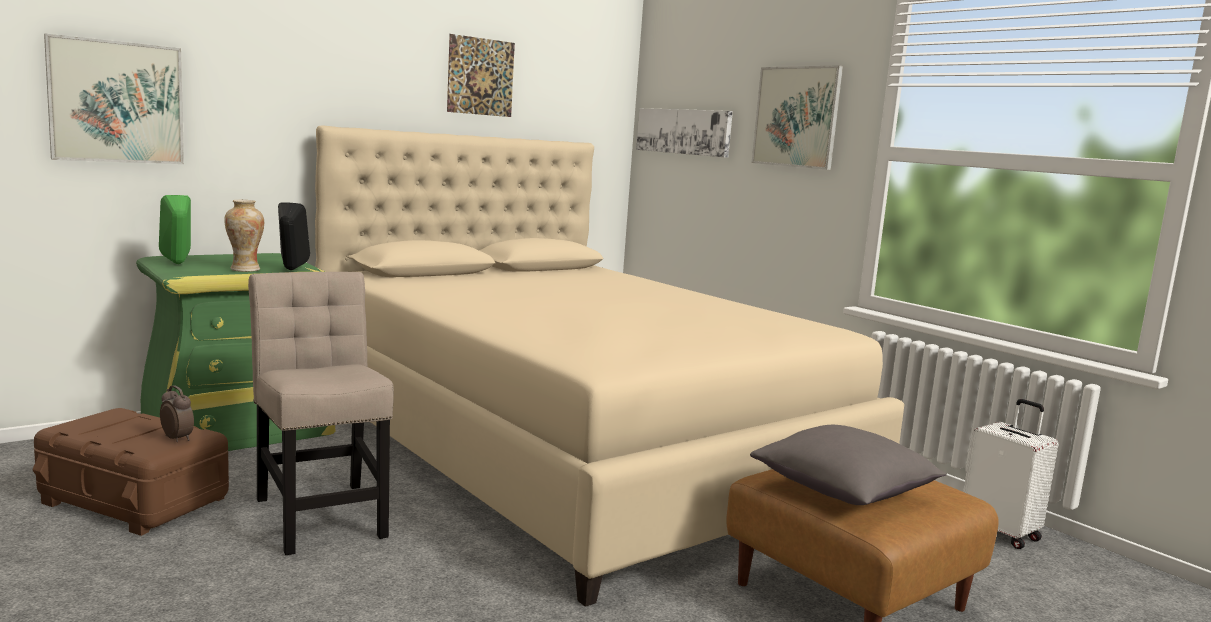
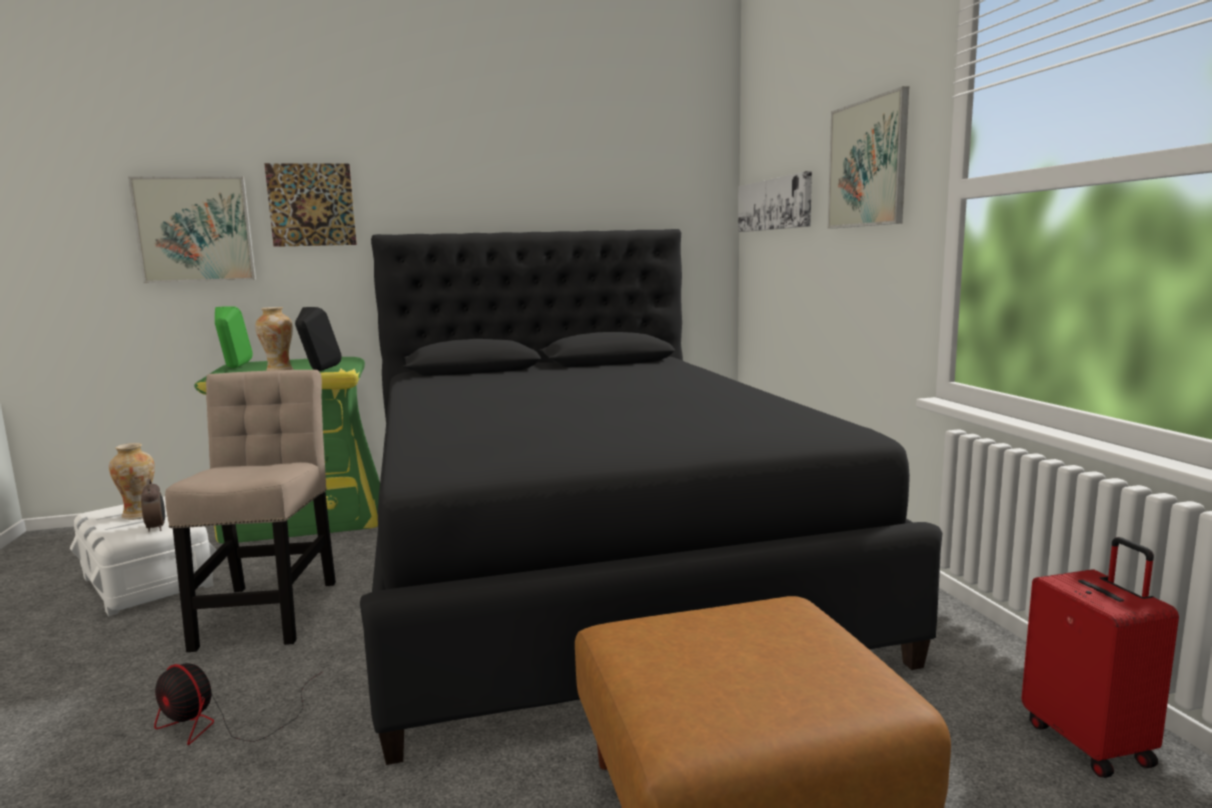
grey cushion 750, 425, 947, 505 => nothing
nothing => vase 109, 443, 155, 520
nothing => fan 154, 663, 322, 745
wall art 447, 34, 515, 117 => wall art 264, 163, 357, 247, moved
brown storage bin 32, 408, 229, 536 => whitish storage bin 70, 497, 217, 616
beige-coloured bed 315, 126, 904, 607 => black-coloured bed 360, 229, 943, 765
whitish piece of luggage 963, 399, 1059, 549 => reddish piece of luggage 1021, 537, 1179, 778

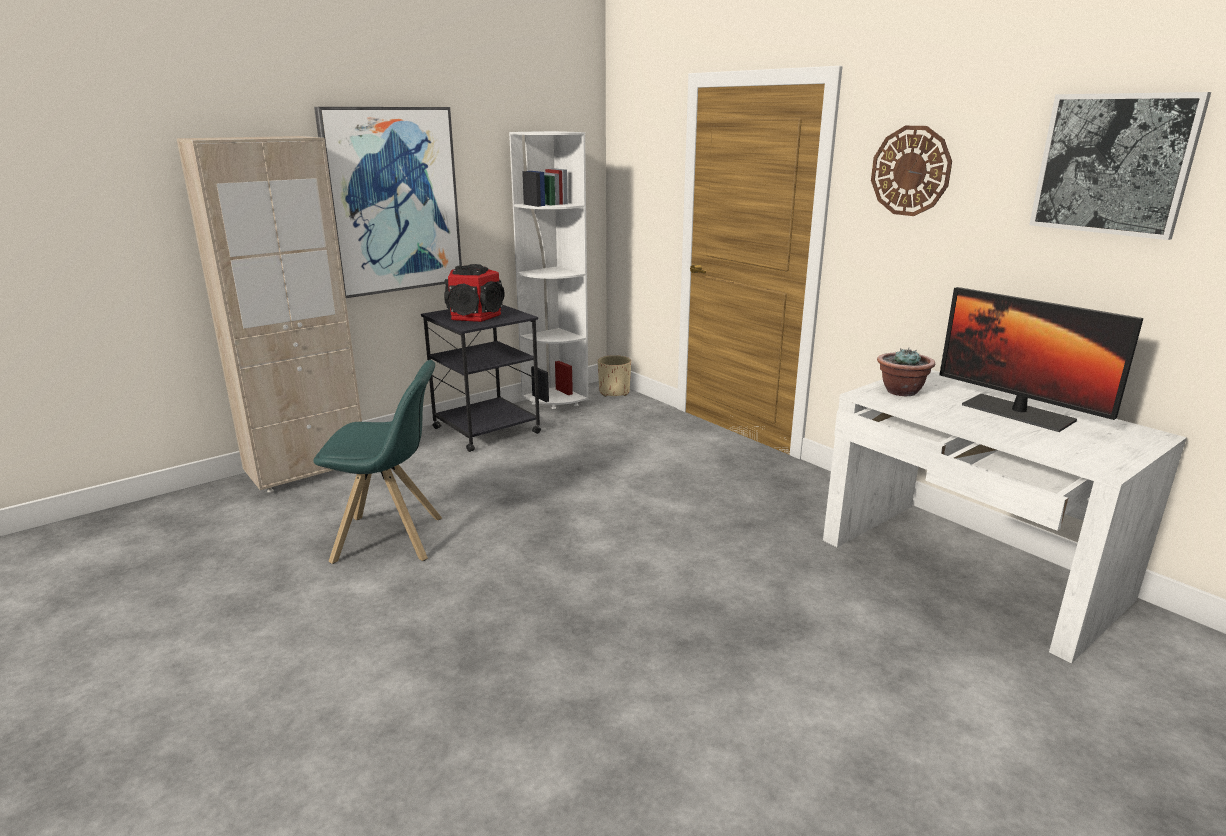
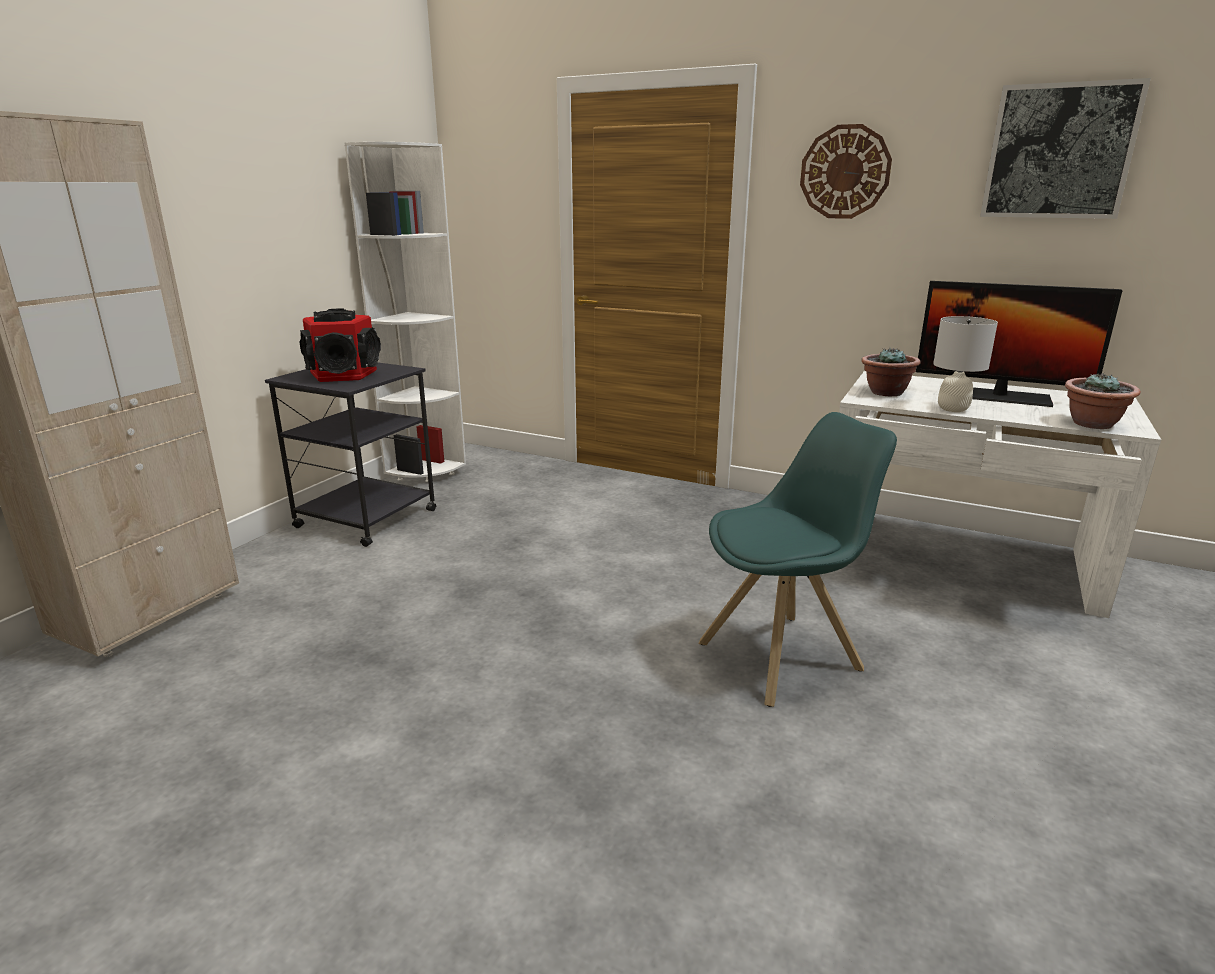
wall art 314, 107, 462, 298 => nothing
beige-coloured flower pot 598, 355, 631, 397 => nothing
nothing => grey lamp for a table 933, 316, 998, 412
nothing => plant in a pot 1065, 373, 1141, 429
blue-green upright chair 314, 360, 442, 564 => blue-green upright chair 699, 412, 897, 707, moved

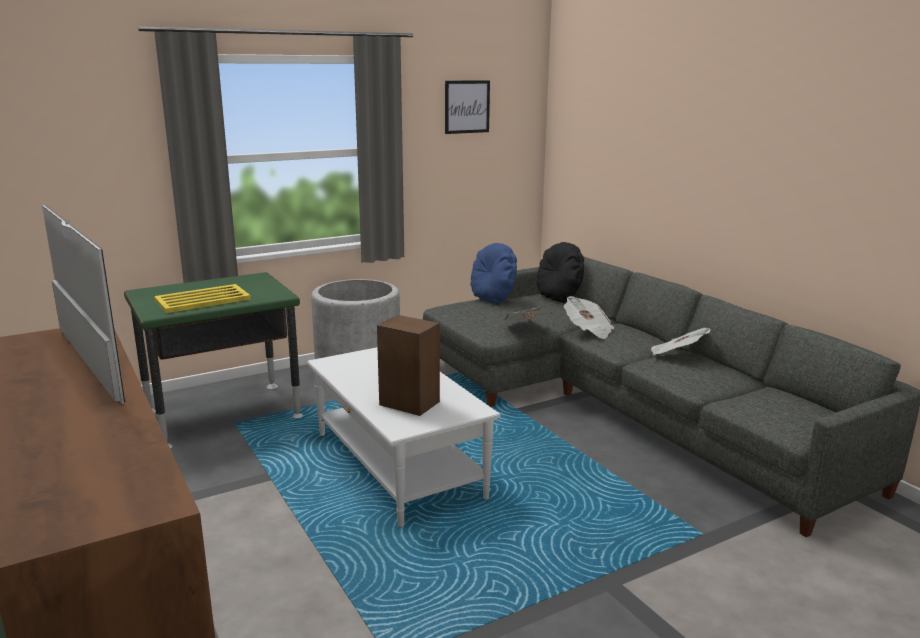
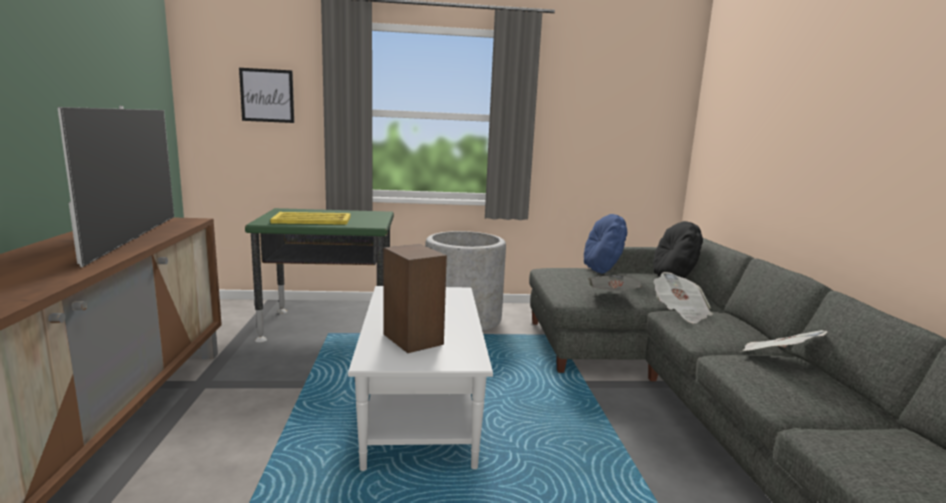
wall art 445, 80, 490, 134 => wall art 239, 68, 294, 123, moved

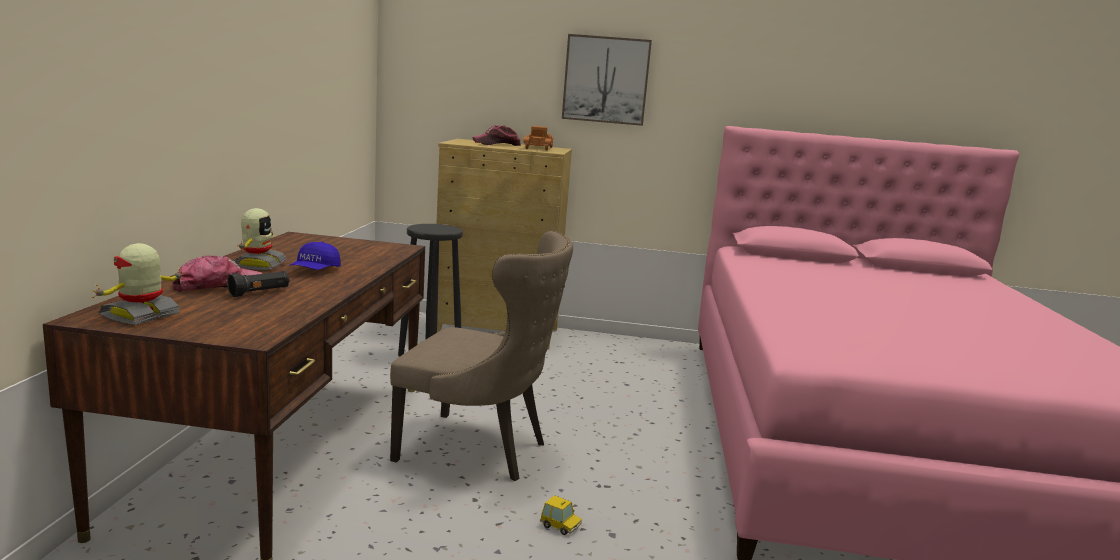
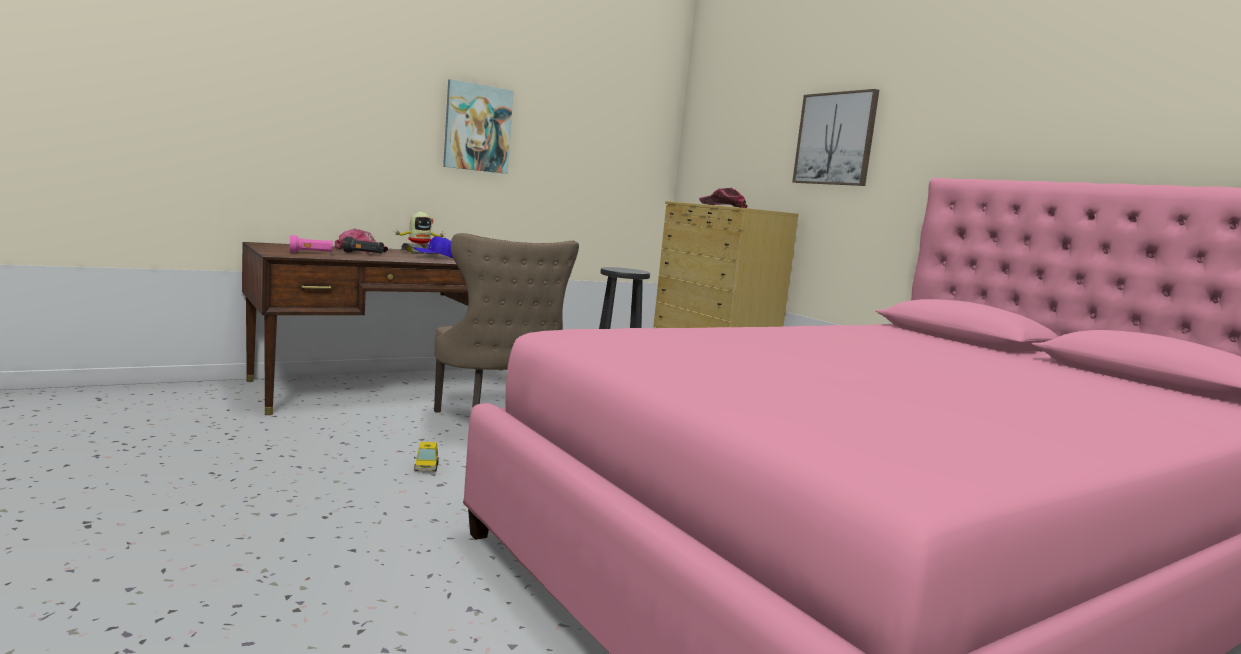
robot figure 93, 243, 186, 325 => nothing
toy lorry 523, 126, 553, 151 => nothing
nothing => pink hand torch 290, 235, 333, 252
nothing => wall art 443, 79, 513, 174

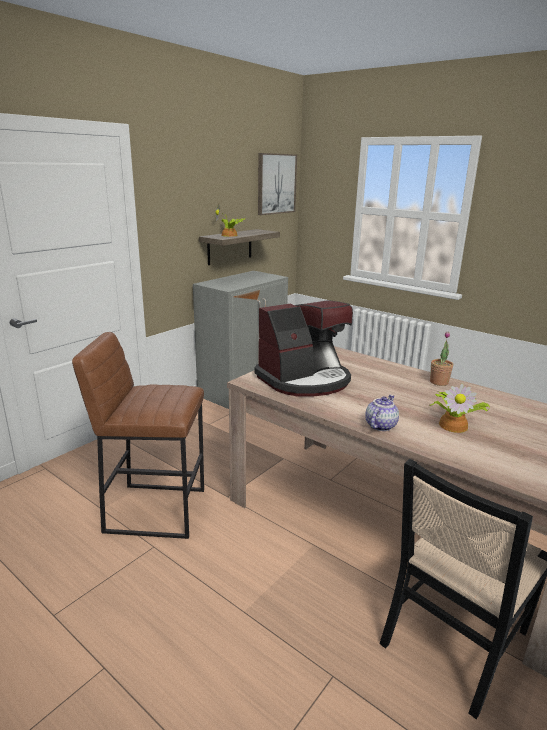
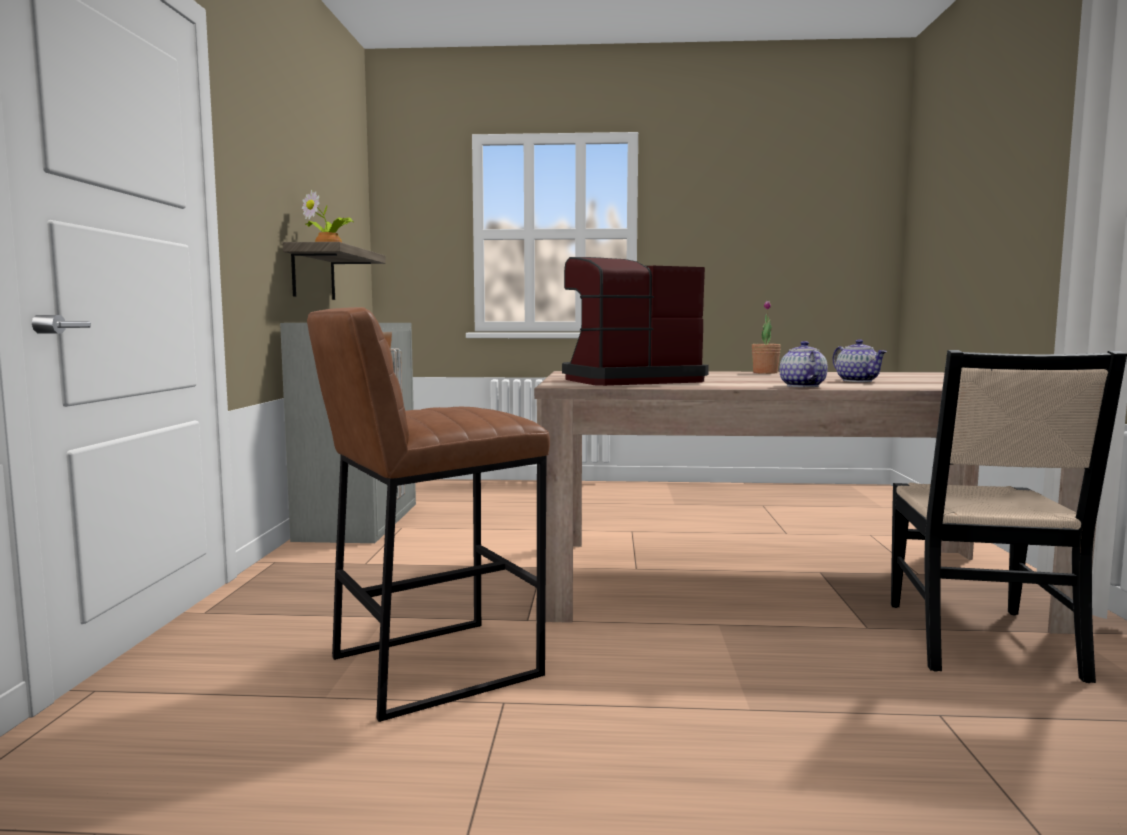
wall art 258, 153, 297, 215 => nothing
plant in a pot 430, 384, 490, 433 => tea pot 833, 339, 887, 382
coffee maker 254, 300, 353, 397 => coffee maker 562, 257, 709, 386, 135 degrees counterclockwise

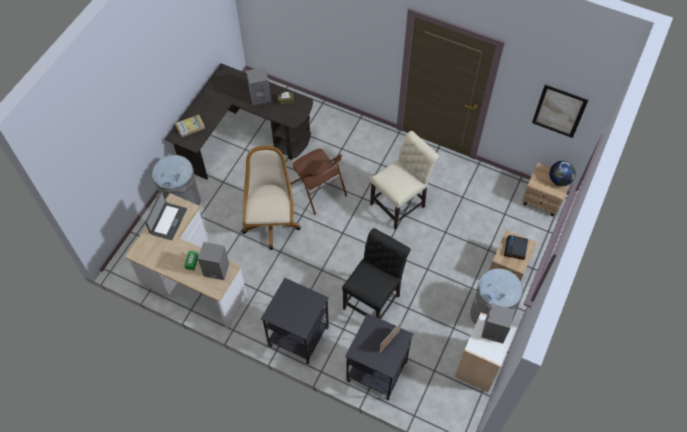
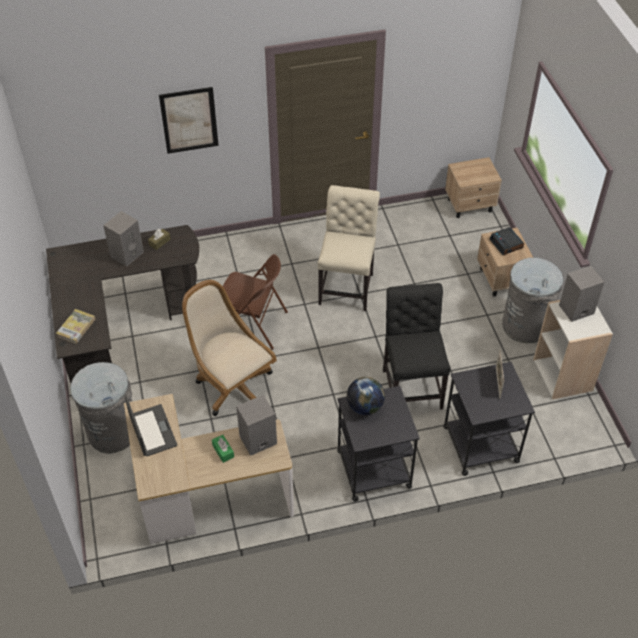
wall art 532, 85, 588, 138 => wall art 159, 87, 219, 154, moved
world globe 549, 161, 576, 186 => world globe 347, 377, 385, 415, moved

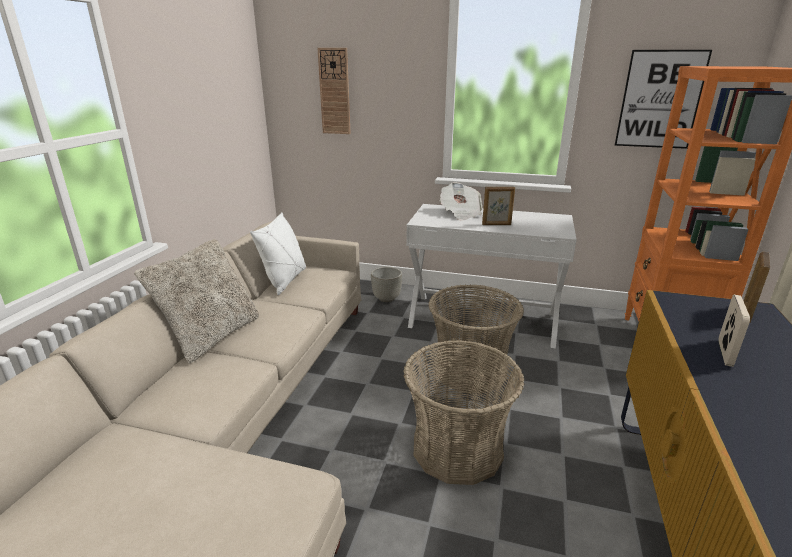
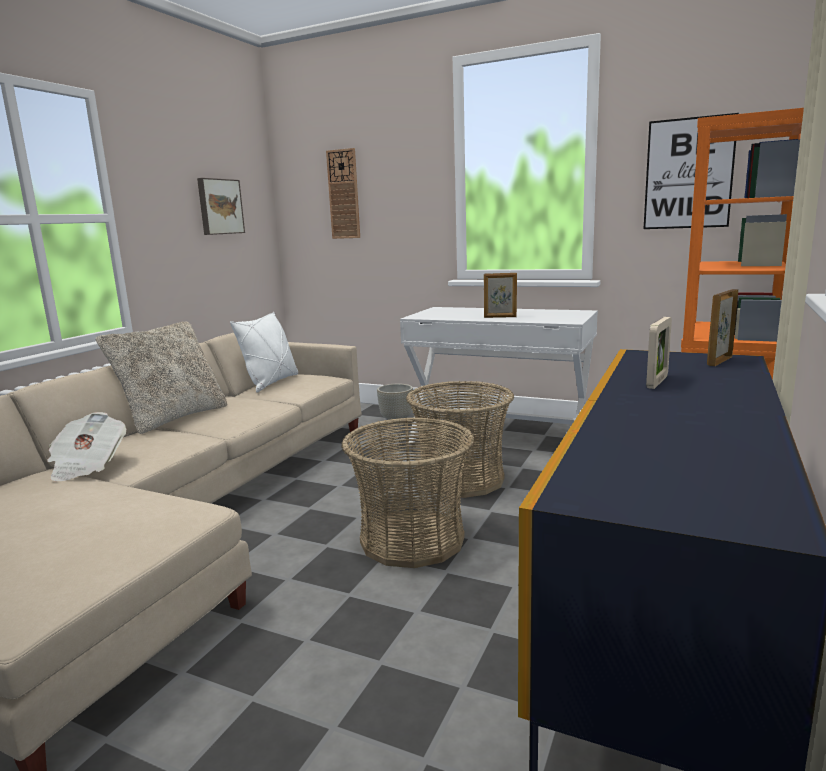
nothing => wall art 197, 178, 245, 235
newspaper 440, 182, 482, 221 => newspaper 47, 412, 127, 481, moved

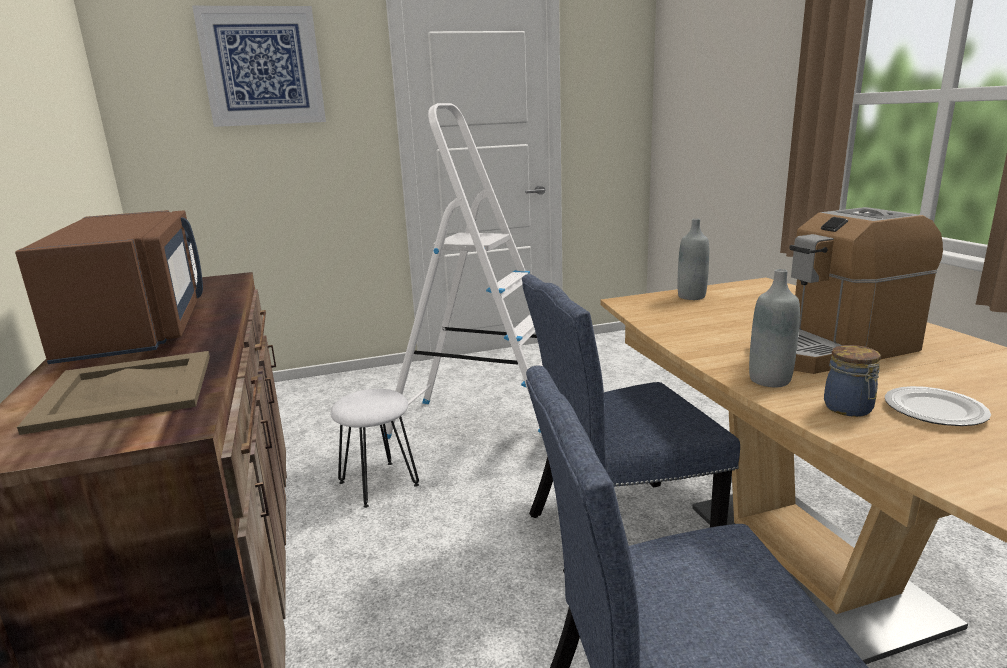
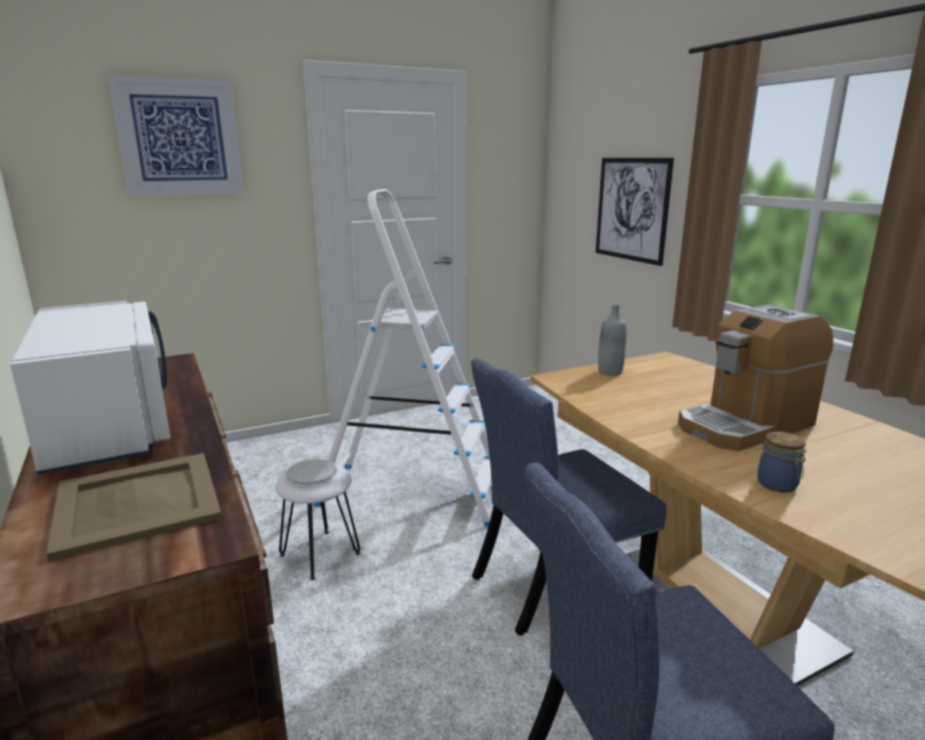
grey drink bottle 749, 269, 800, 388 => nothing
nothing => wall art 596, 158, 674, 266
dinner plate 885, 386, 991, 426 => dinner plate 286, 459, 337, 484, moved
brown kitchen microwave 15, 210, 203, 364 => whitish kitchen microwave 10, 301, 170, 475

